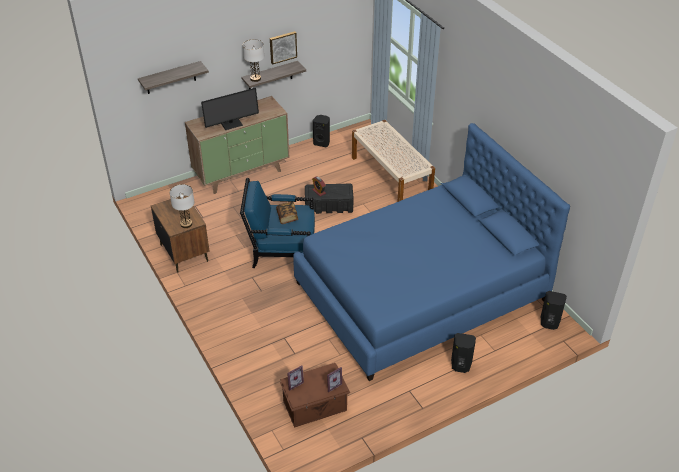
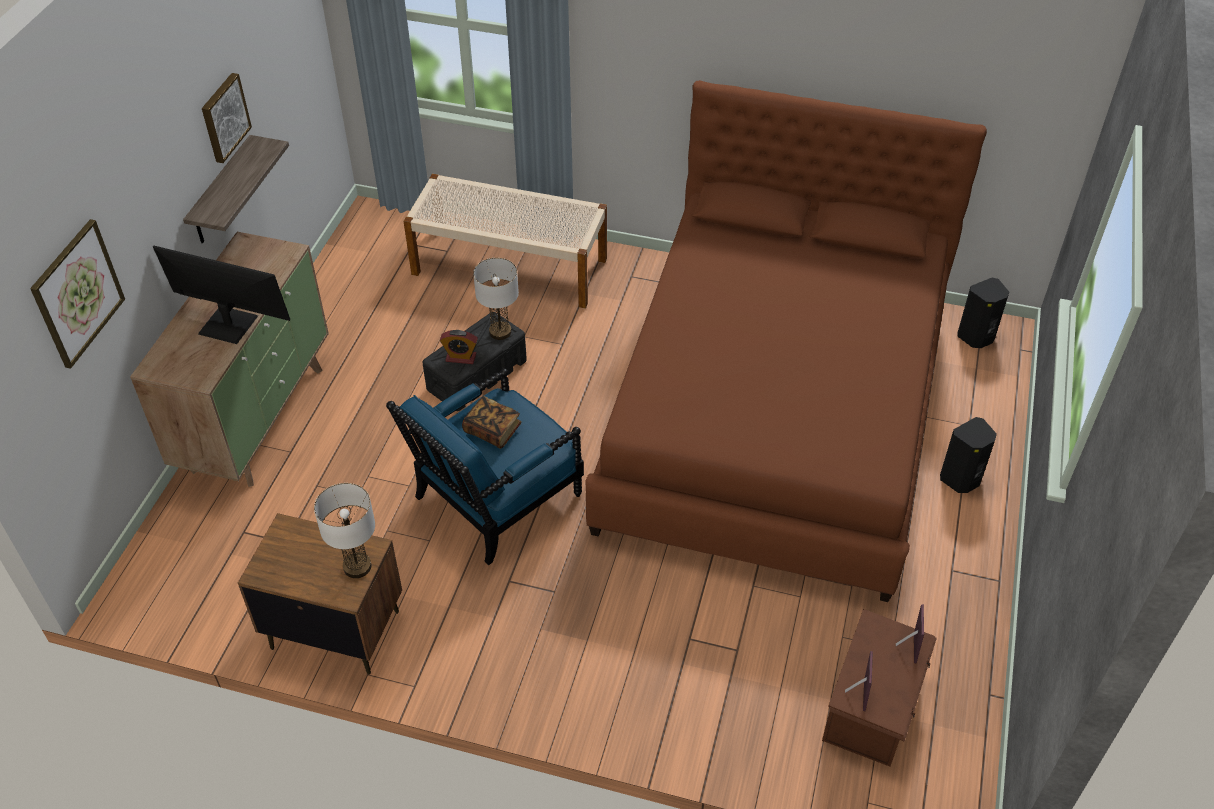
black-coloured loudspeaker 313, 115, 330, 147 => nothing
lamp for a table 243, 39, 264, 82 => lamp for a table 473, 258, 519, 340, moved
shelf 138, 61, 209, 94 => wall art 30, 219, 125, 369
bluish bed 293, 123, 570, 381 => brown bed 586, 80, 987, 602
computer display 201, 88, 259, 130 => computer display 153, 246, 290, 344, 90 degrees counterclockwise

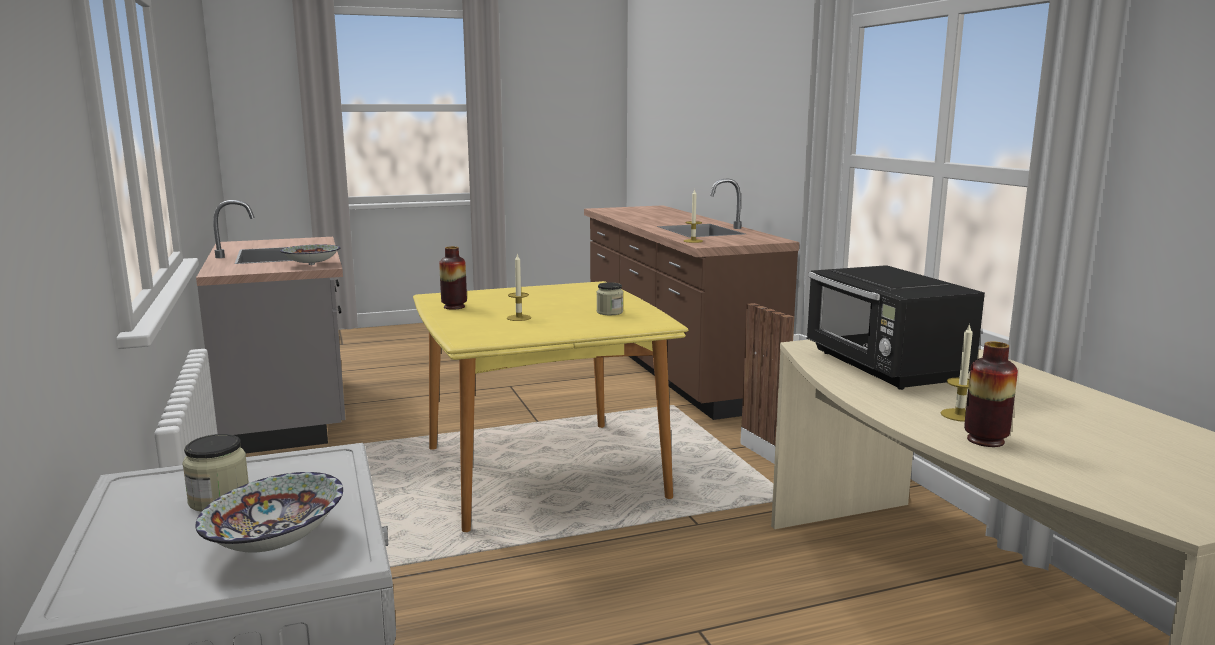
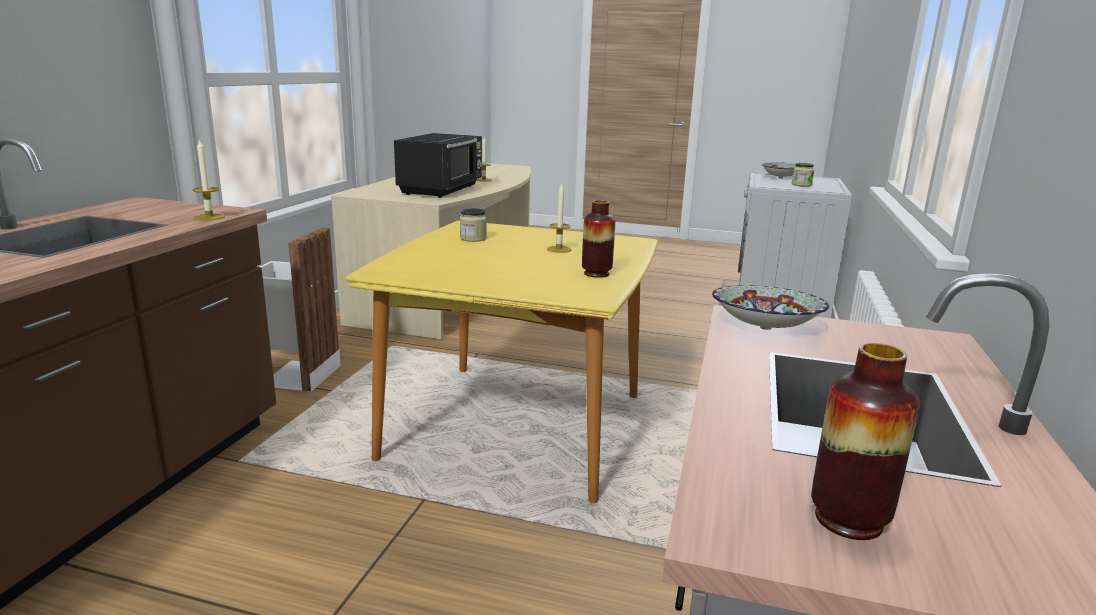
vase 964, 342, 1018, 447 => vase 811, 343, 920, 540, moved

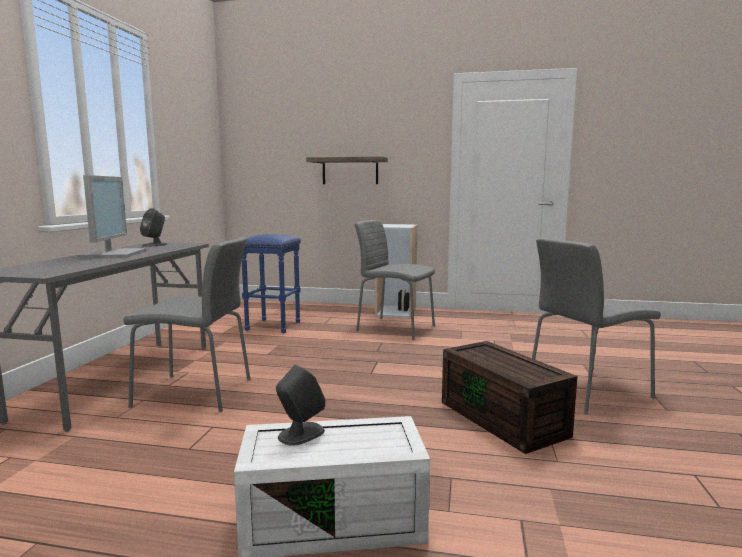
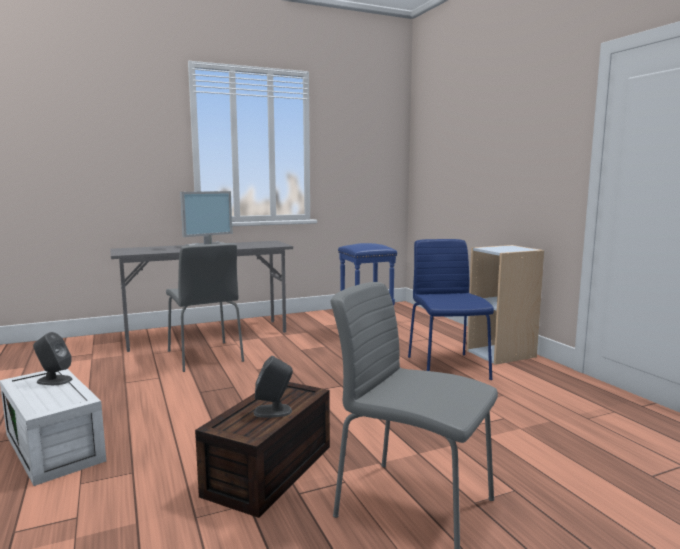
shelf 306, 156, 388, 184 => nothing
grey loudspeaker 140, 208, 167, 247 => grey loudspeaker 254, 356, 293, 418, moved
grey upright chair 355, 220, 435, 340 => bluish upright chair 408, 239, 494, 380

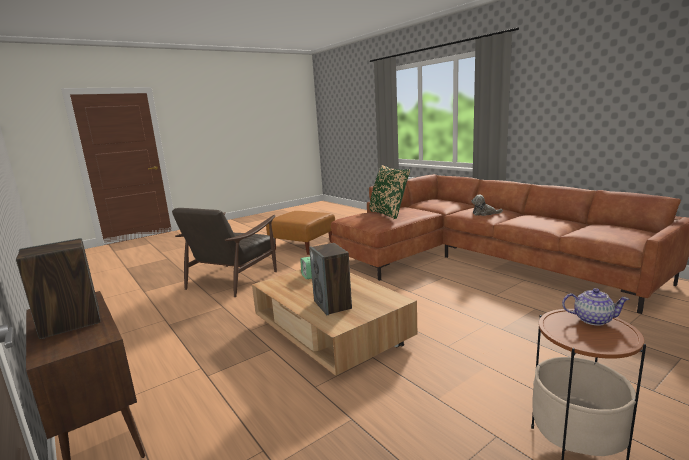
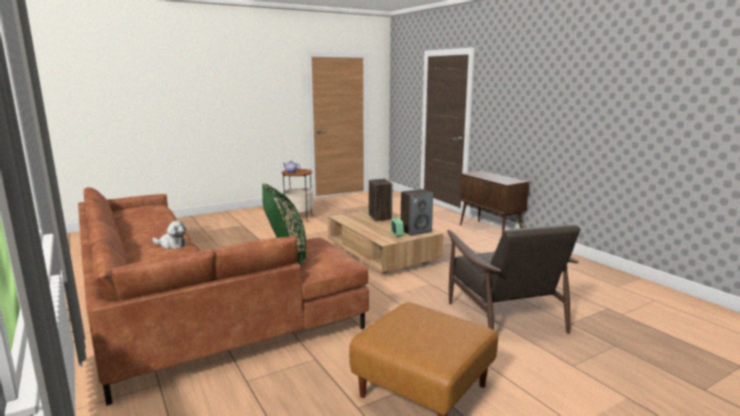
loudspeaker 16, 238, 101, 339 => loudspeaker 401, 189, 433, 236, moved
brown lounge chair 172, 208, 277, 297 => brown lounge chair 447, 223, 581, 334, 135 degrees clockwise

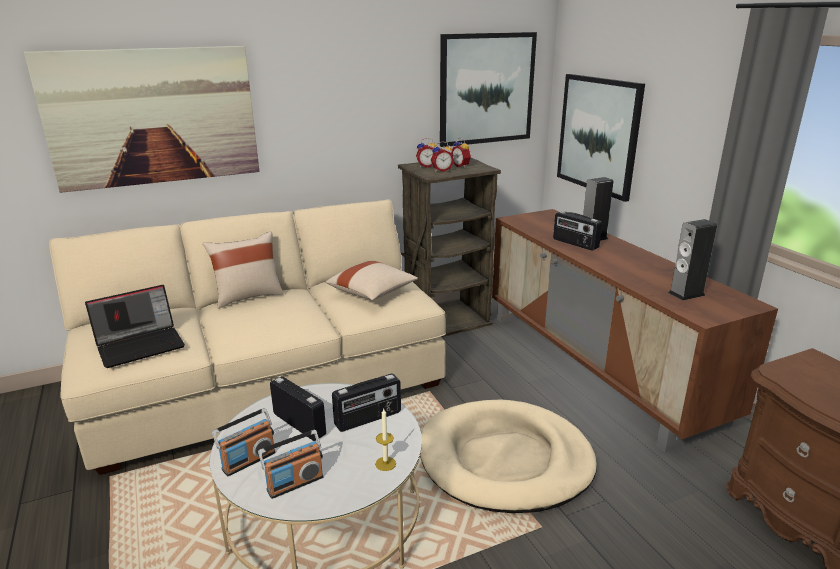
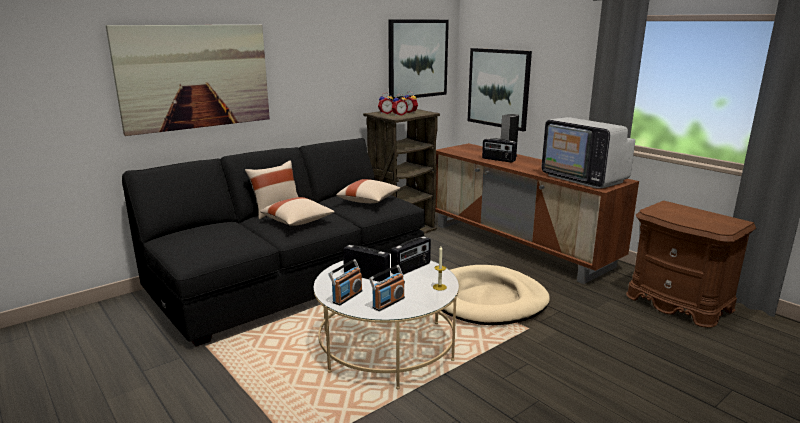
portable computer 85, 285, 185, 368 => nothing
nothing => beige-coloured cushion 260, 197, 335, 226
loudspeaker 668, 219, 717, 301 => television 542, 117, 635, 189
beige-coloured couch 49, 200, 446, 475 => black-coloured couch 122, 138, 425, 346

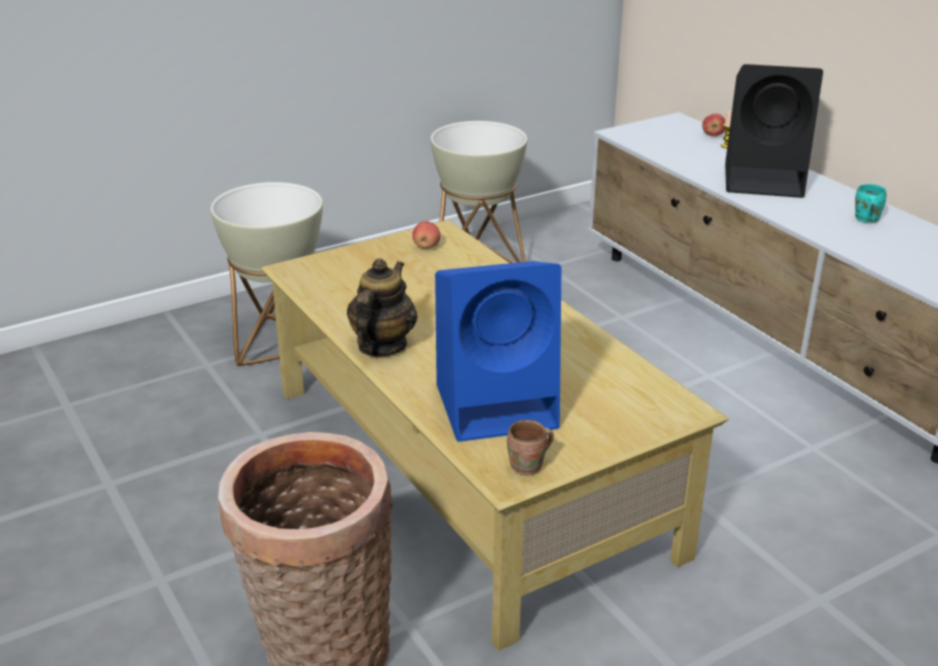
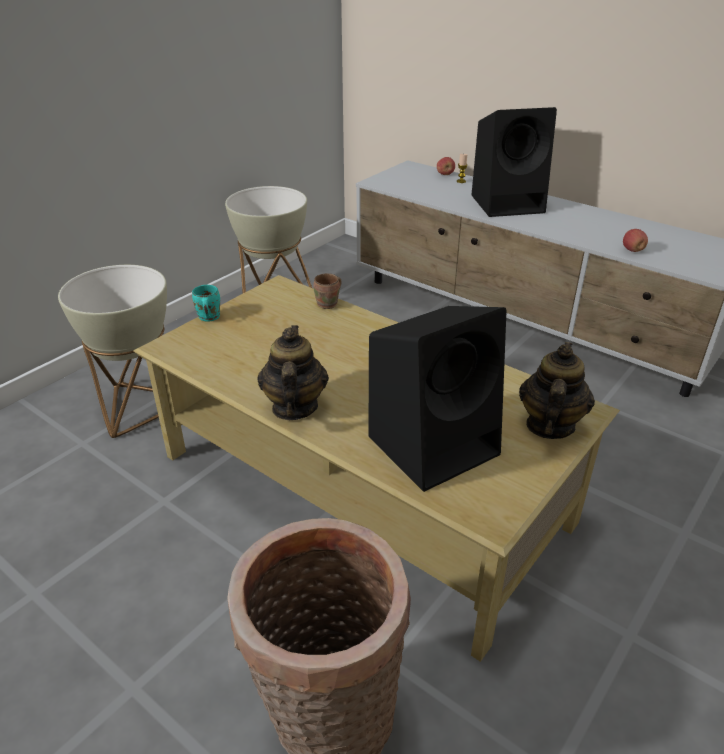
nothing => tea pot 519, 342, 595, 439
apple fruit 412, 221, 440, 249 => apple fruit 623, 229, 648, 252, moved
brown tea mug 507, 420, 554, 475 => brown tea mug 313, 273, 342, 309, moved
blue-green tea mug 855, 184, 886, 223 => blue-green tea mug 192, 285, 220, 322, moved
bluish loudspeaker 435, 261, 561, 442 => black-coloured loudspeaker 368, 306, 507, 492

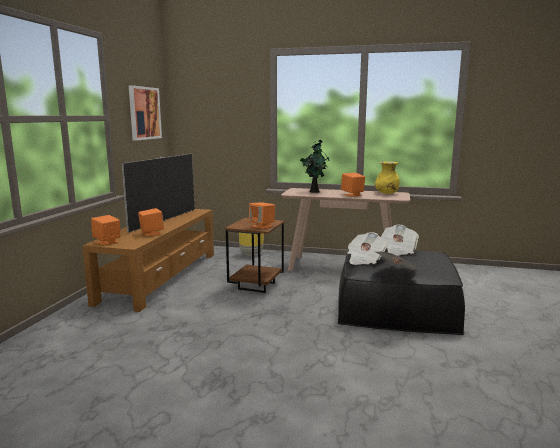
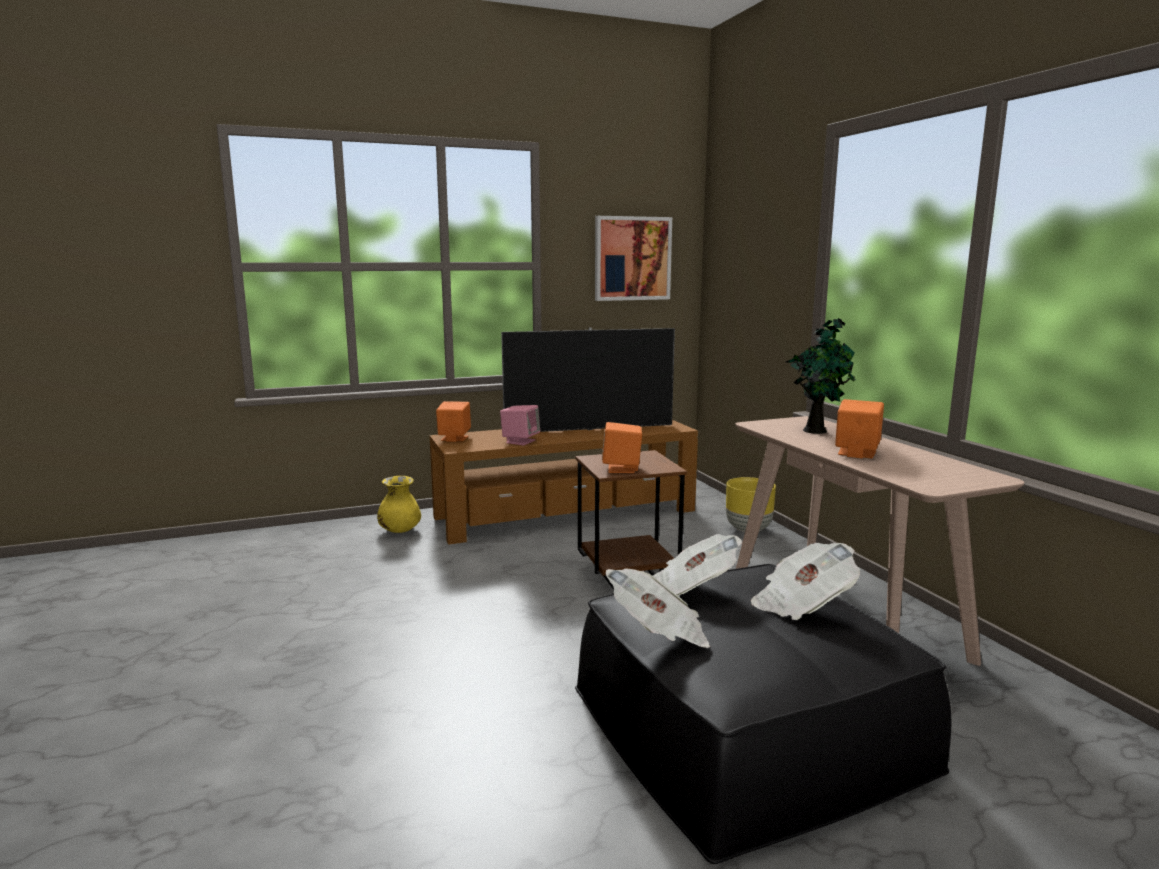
yellowish vase 375, 161, 400, 194 => yellowish vase 377, 476, 421, 533, moved
orange-coloured loudspeaker 138, 208, 164, 236 => pink loudspeaker 500, 405, 540, 445

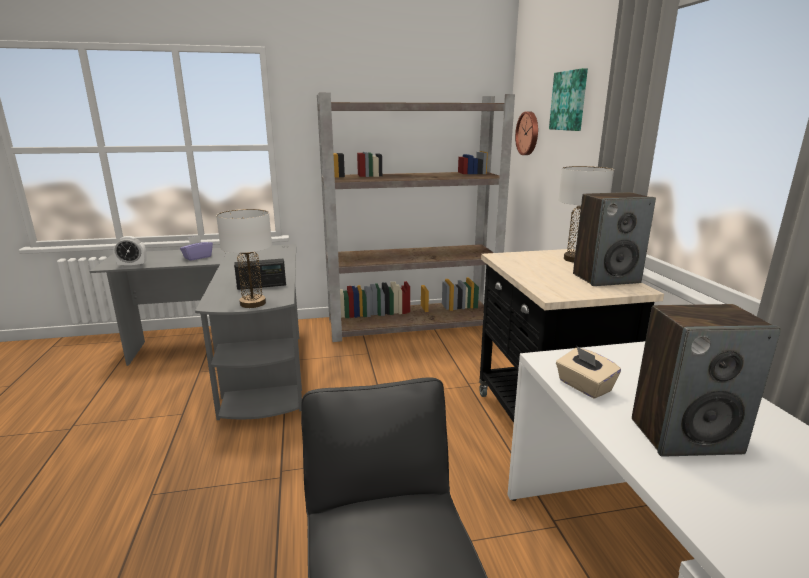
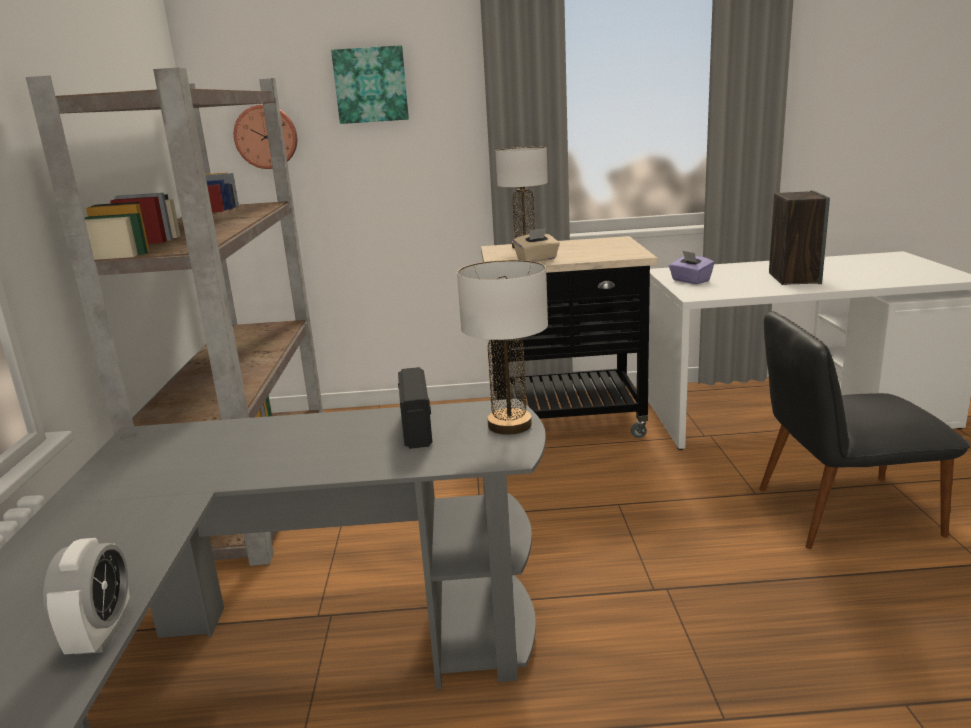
loudspeaker 573, 192, 656, 286 => nothing
purple-coloured tissue holder 180, 236, 213, 261 => purple-coloured tissue holder 669, 250, 714, 284, moved
beige-coloured tissue holder 556, 346, 621, 399 => beige-coloured tissue holder 513, 228, 560, 262, moved

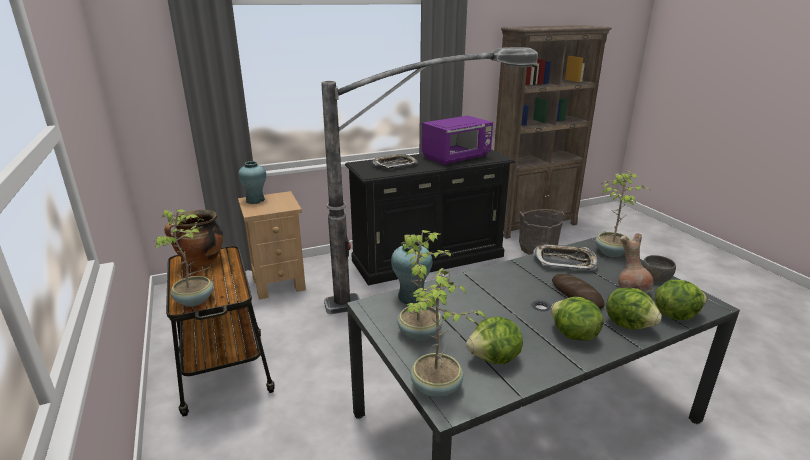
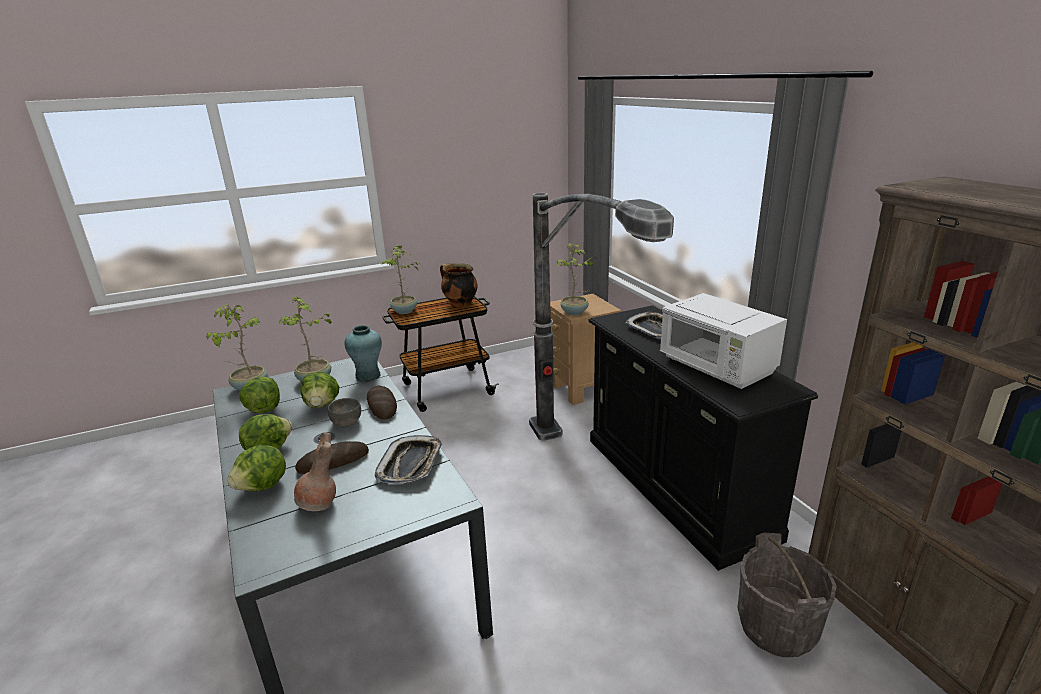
blue-green vase 238, 161, 266, 204 => nothing
nothing => bread 367, 386, 397, 420
plant in a pot 595, 171, 650, 257 => plant in a pot 556, 243, 597, 315, moved
grey bowl 642, 255, 676, 282 => grey bowl 328, 398, 361, 427, moved
lettuce head 655, 279, 707, 320 => lettuce head 300, 372, 339, 408, moved
purple-coloured kitchen microwave 422, 115, 493, 165 => whitish kitchen microwave 660, 293, 787, 389

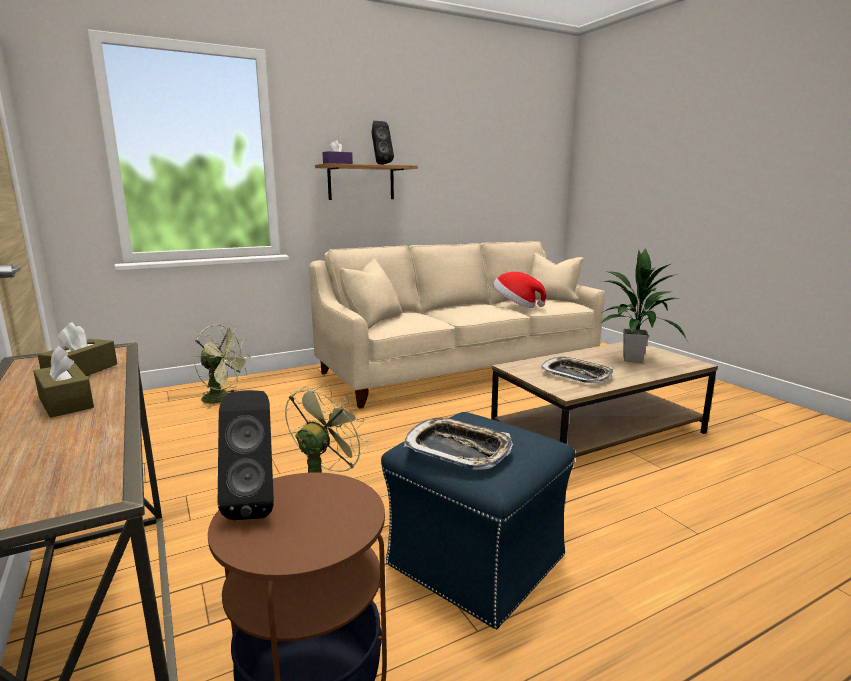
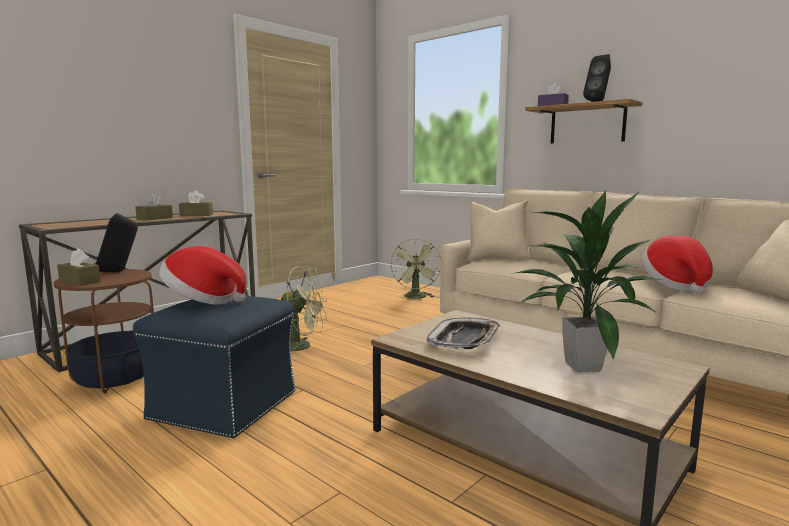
nothing => brown tissue holder 57, 248, 101, 286
tray 404, 418, 513, 470 => hat 159, 246, 246, 305

